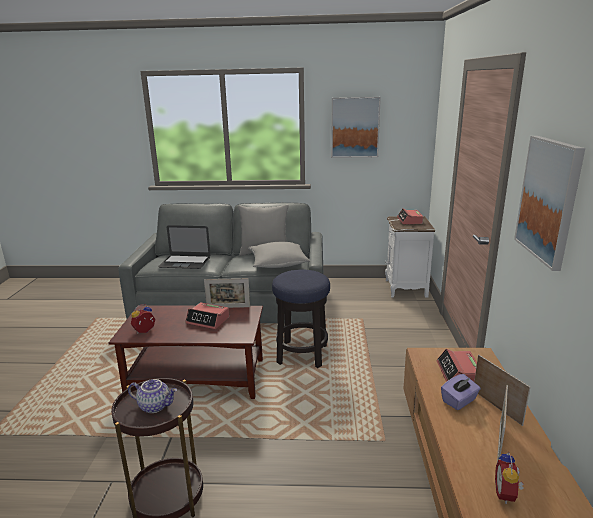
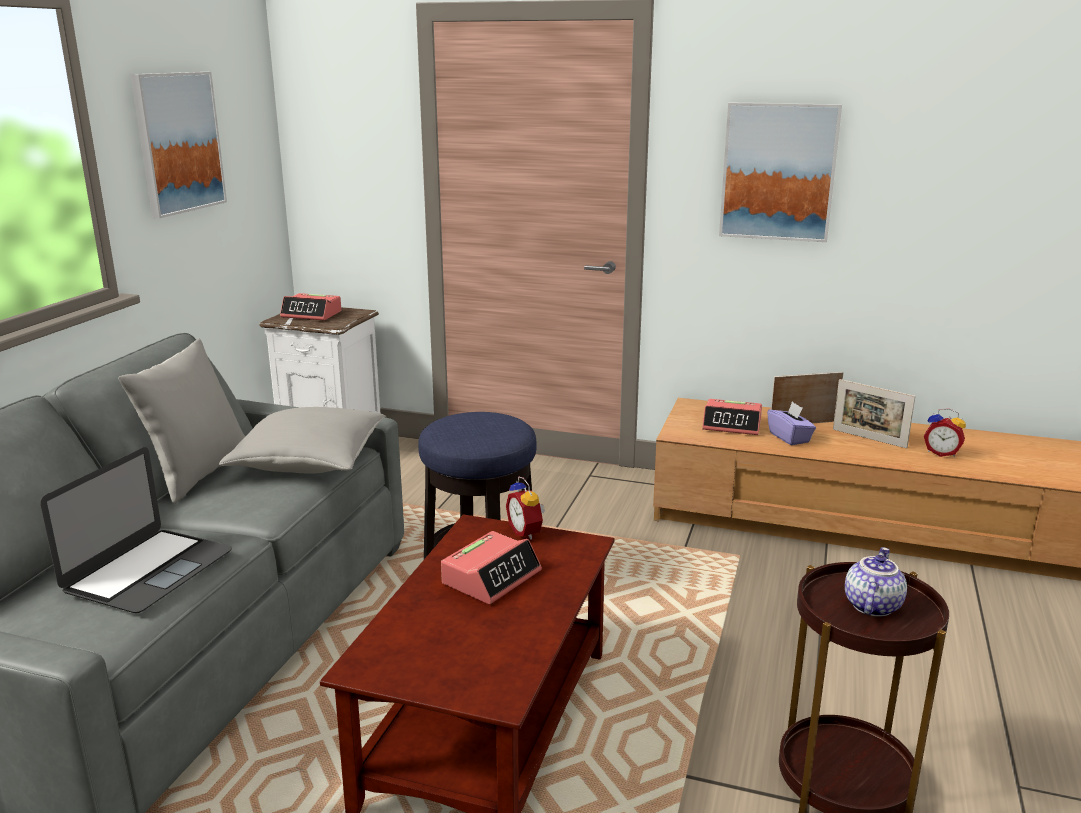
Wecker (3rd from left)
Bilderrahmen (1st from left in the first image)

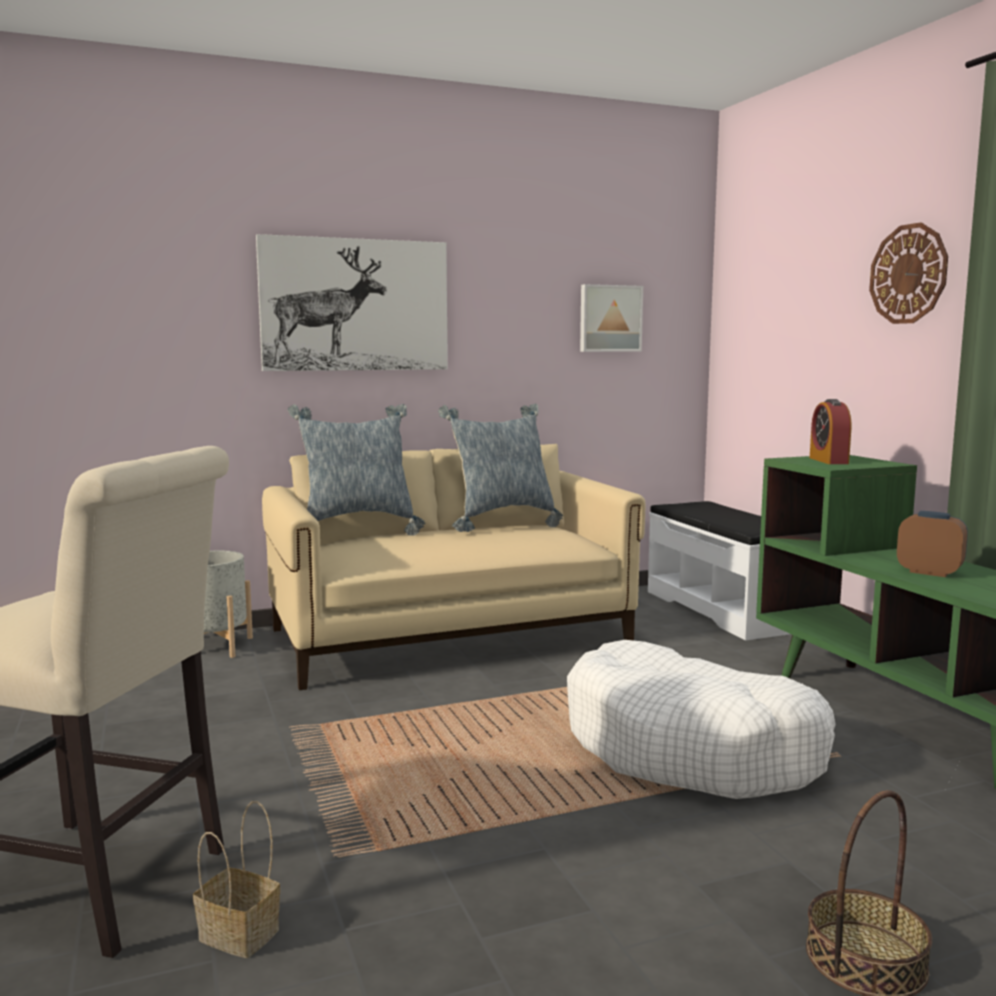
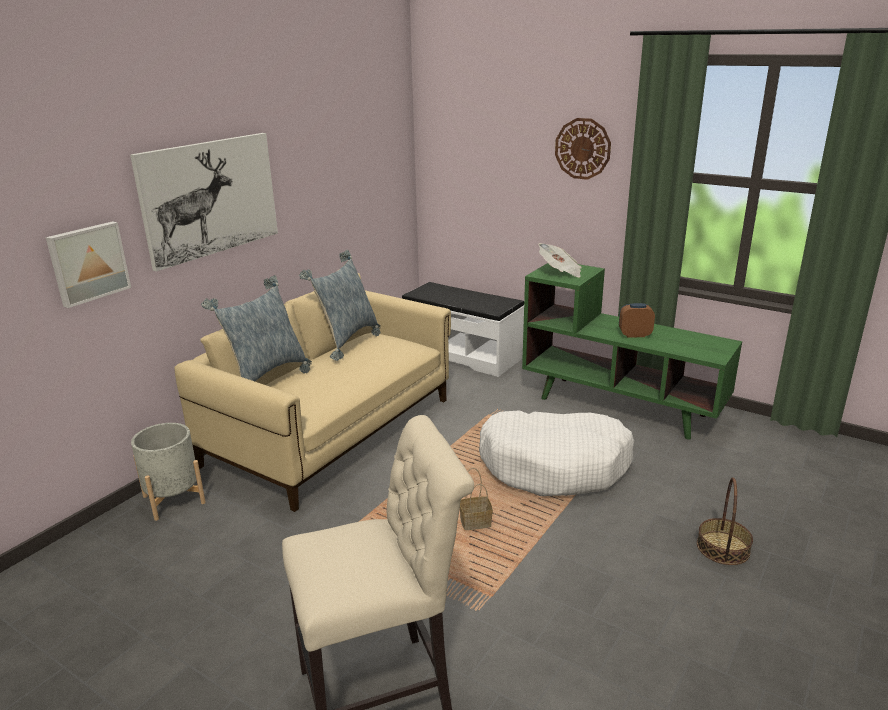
Korb (1st from left)
Bild (1st from left)
Zeitung

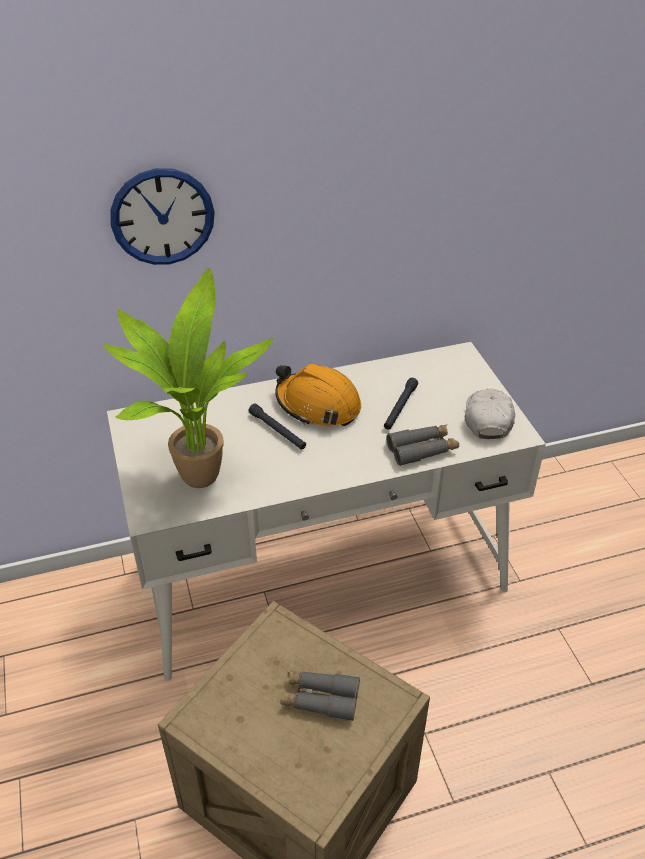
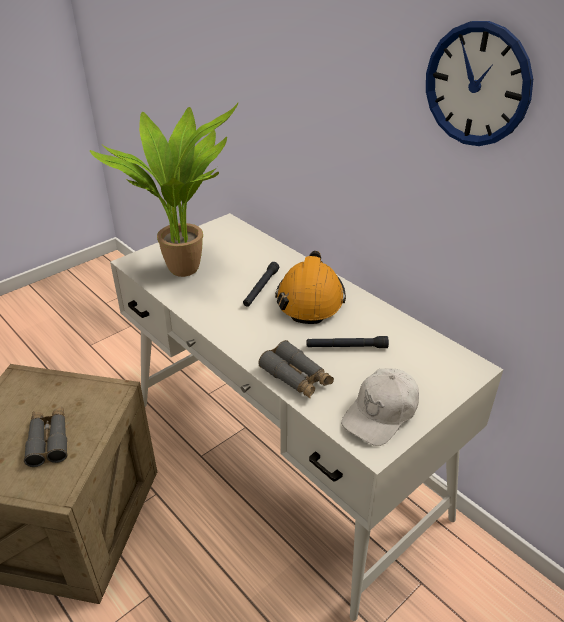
Wanduhr
Kappe/weiß

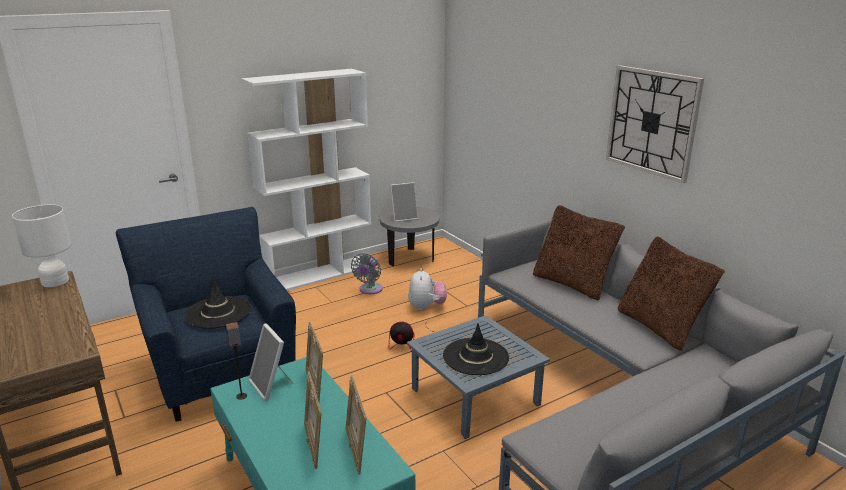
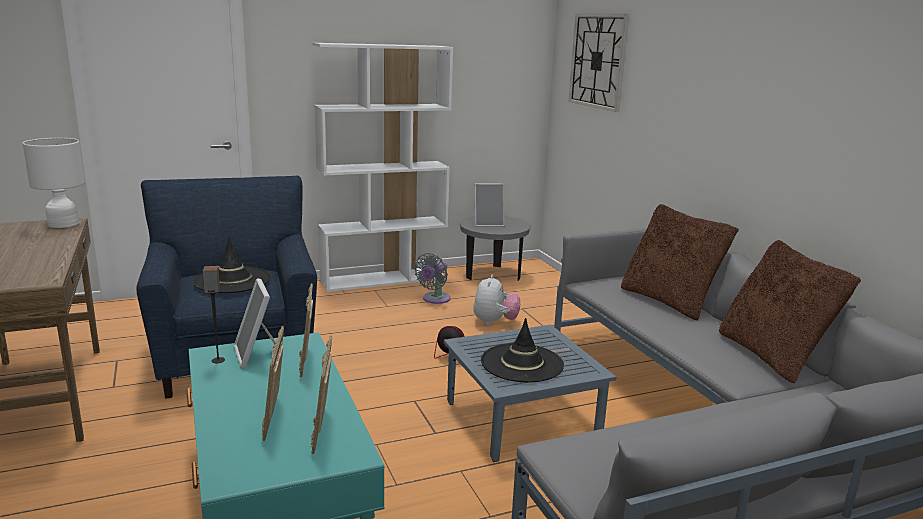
Wanduhr

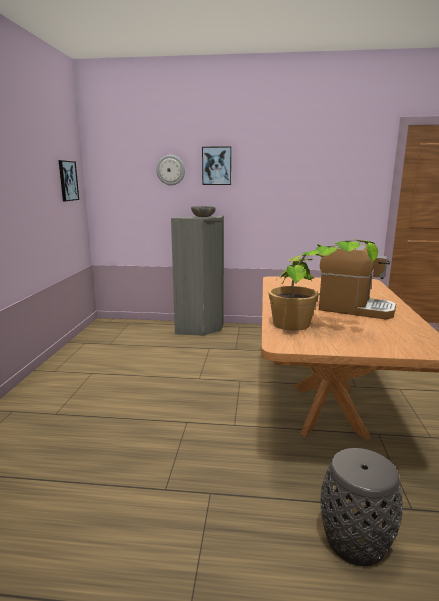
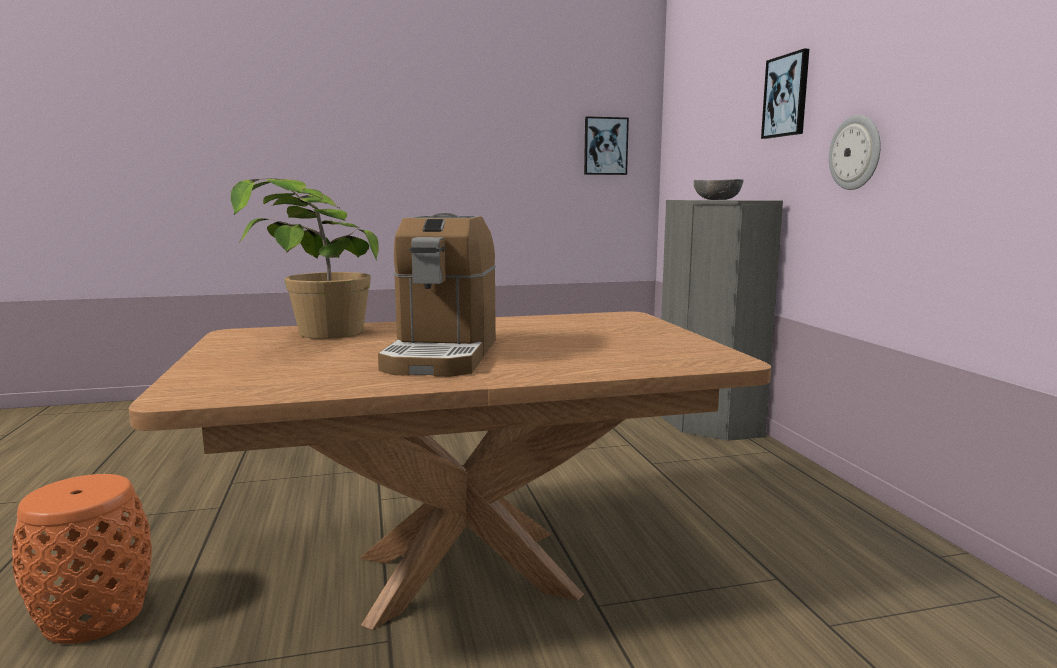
Wanduhr
Hocker/orange

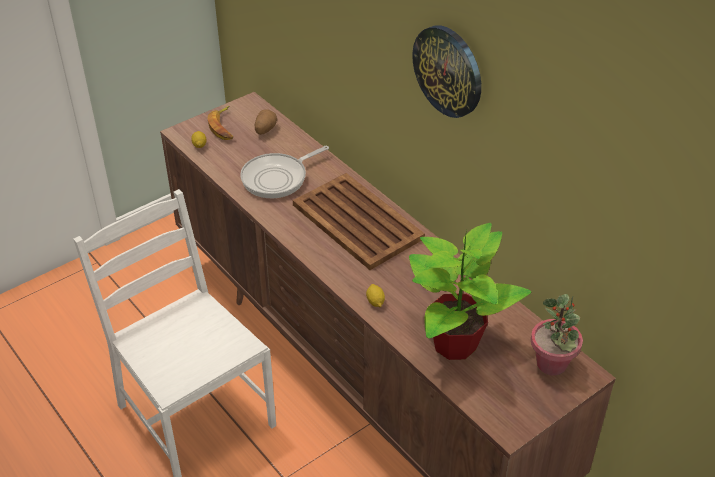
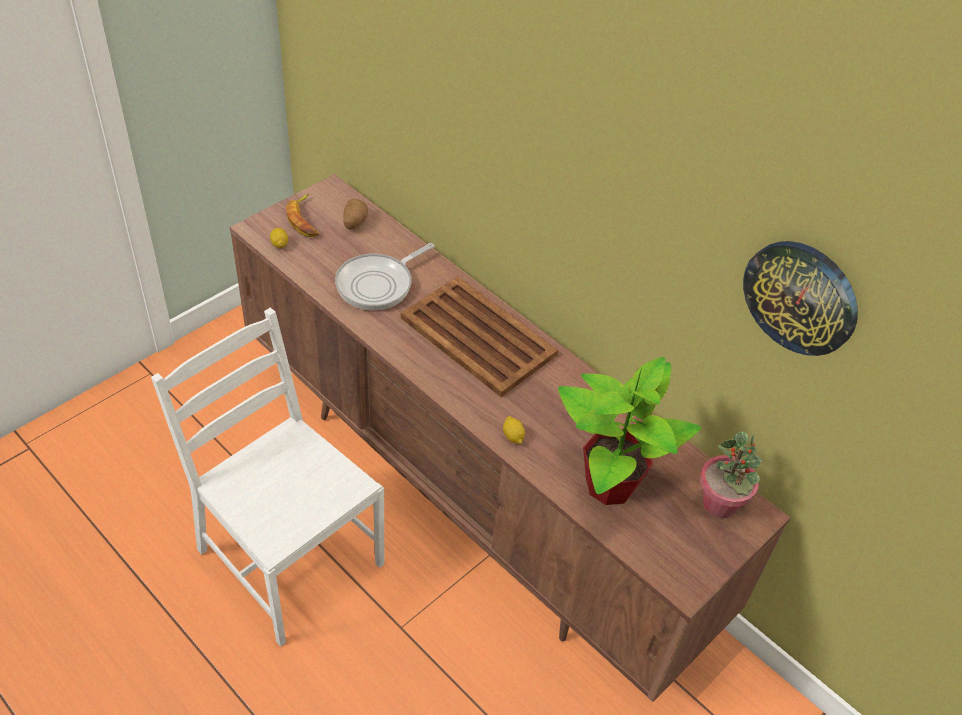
Wanduhr

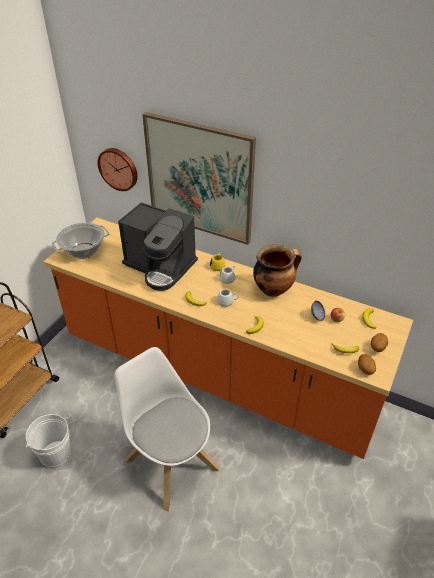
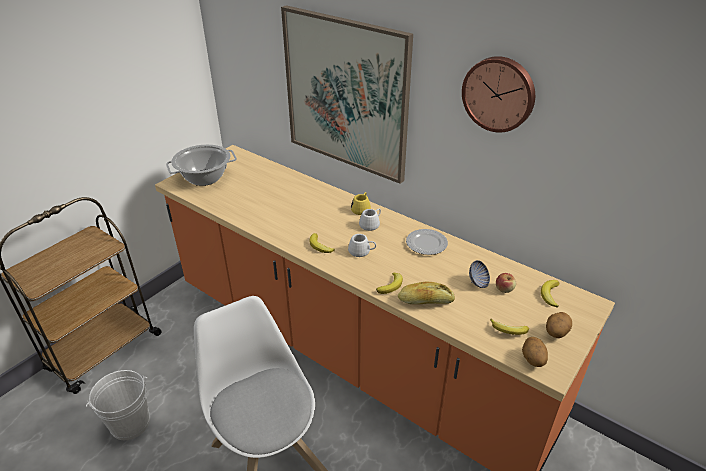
Wanduhr
Kaffeemaschine
Teller
Brot

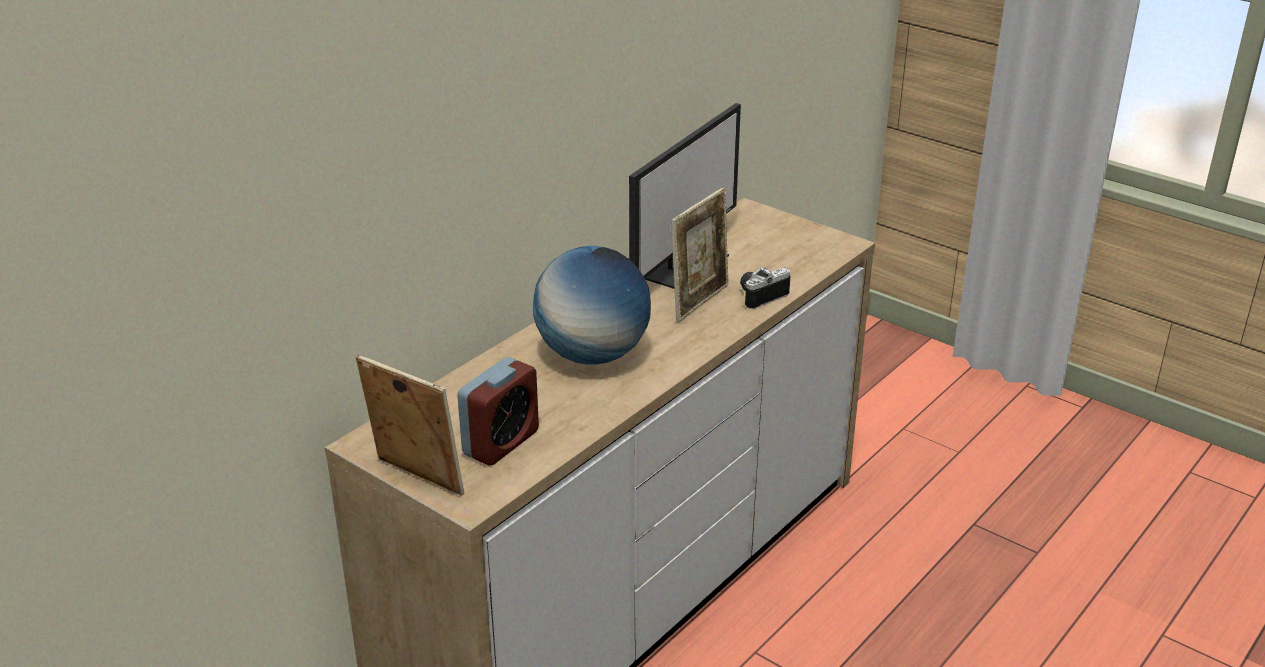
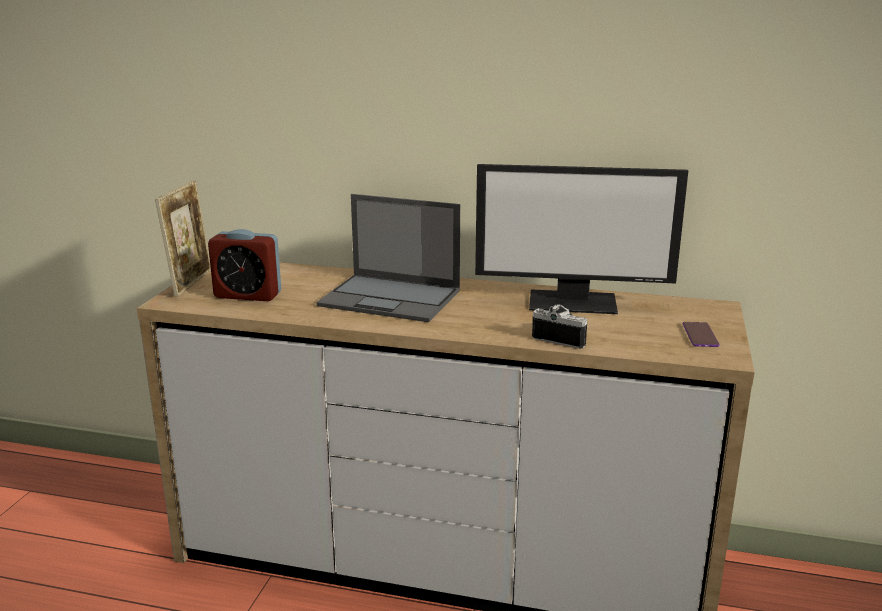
Laptop
Bilderrahmen (2nd from left in the first image)
Handy

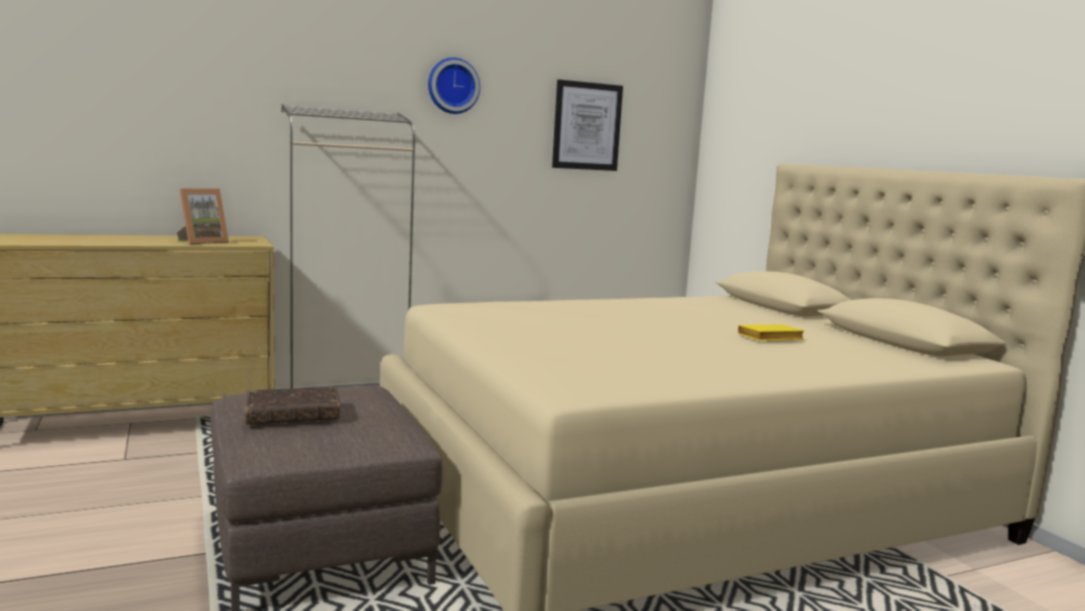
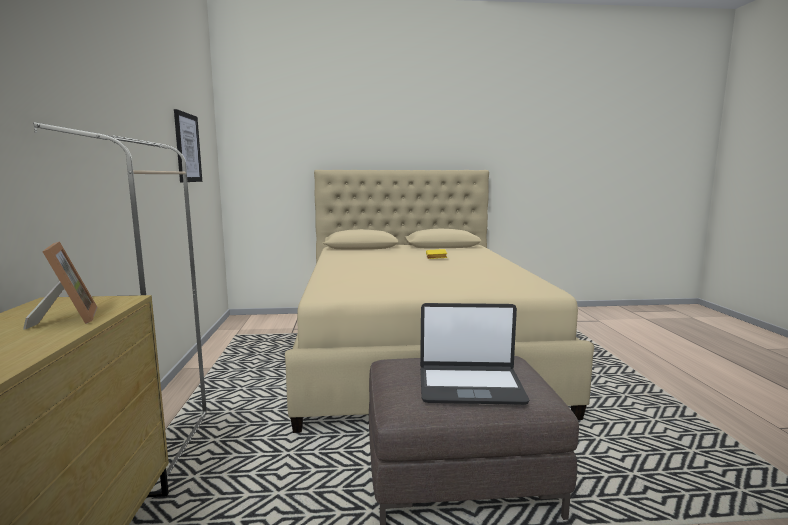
Laptop
Wanduhr

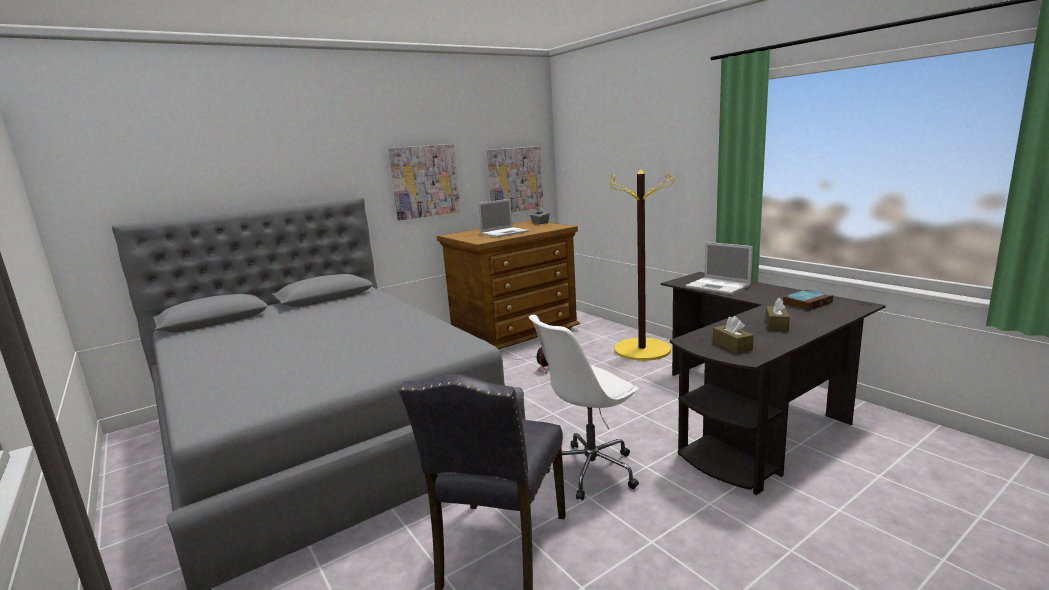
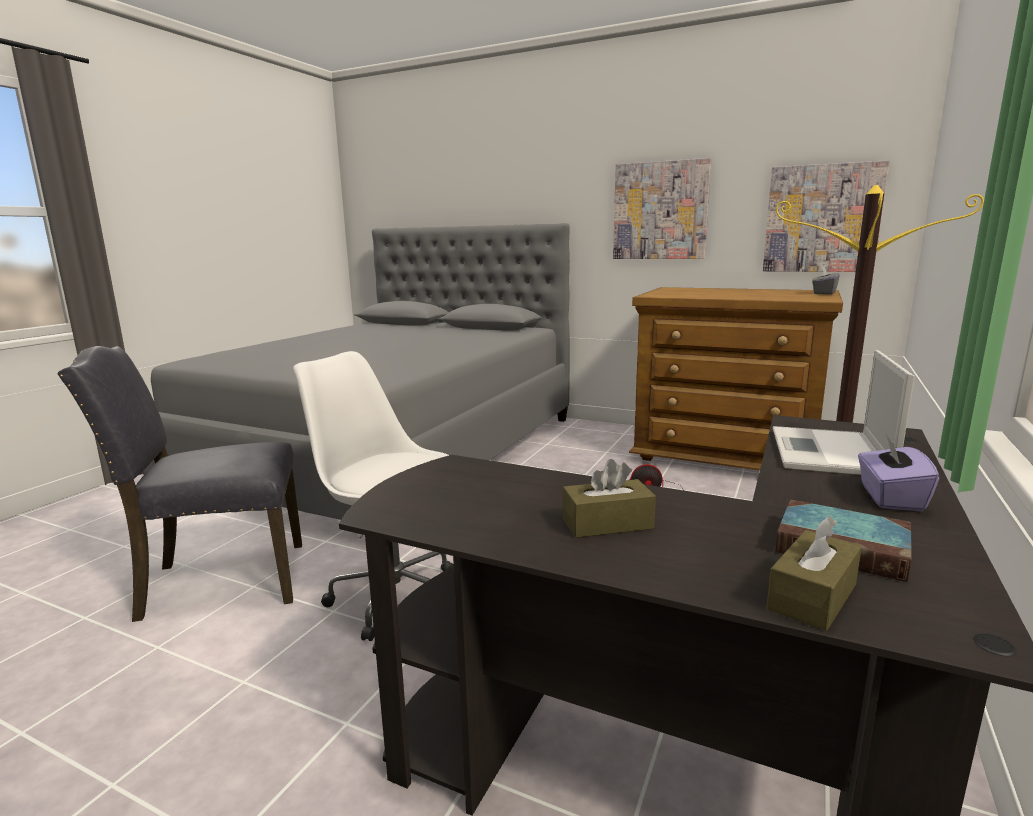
Laptop (1st from left in the first image)
Taschentuchbox/braun (2nd from left)
Taschentuchbox/lila

